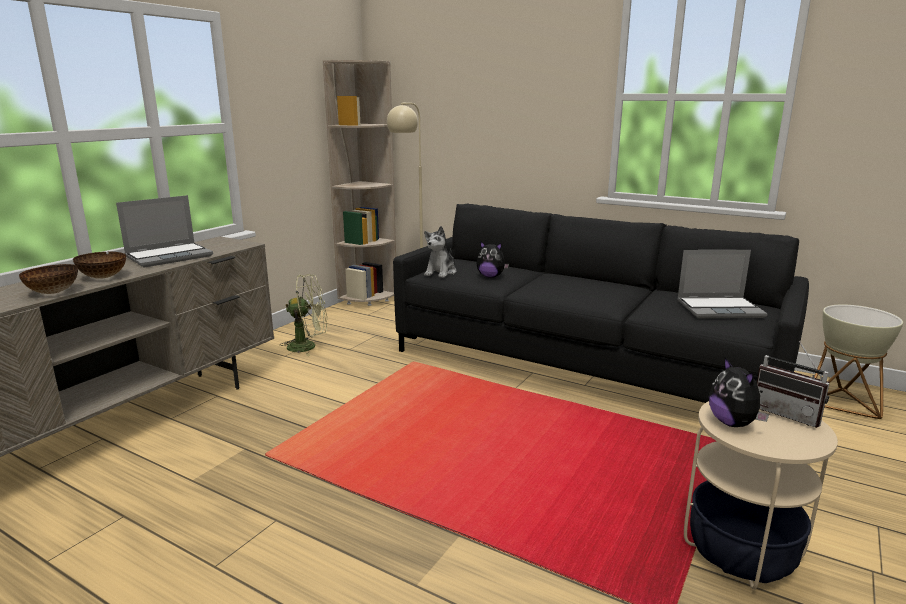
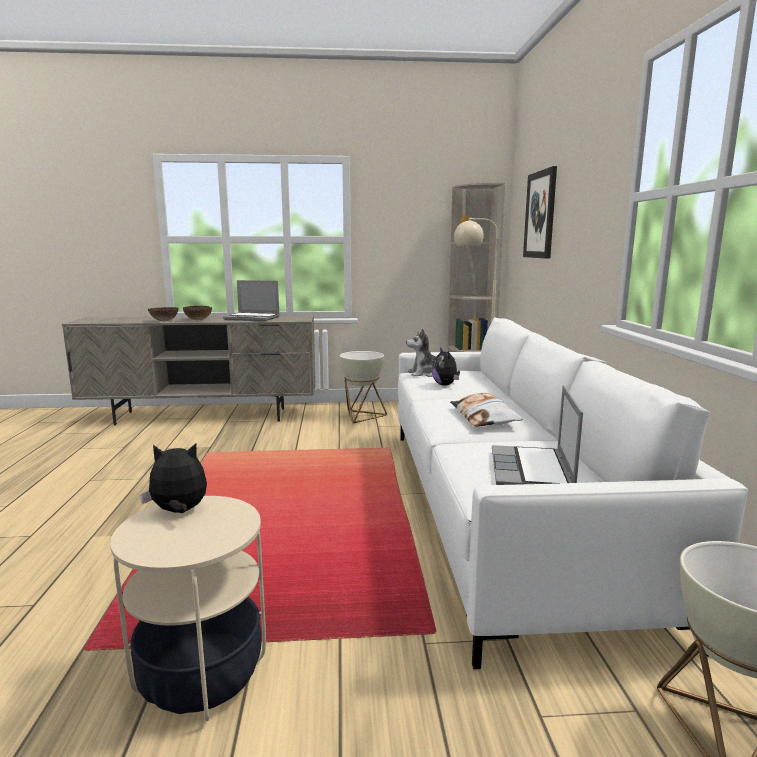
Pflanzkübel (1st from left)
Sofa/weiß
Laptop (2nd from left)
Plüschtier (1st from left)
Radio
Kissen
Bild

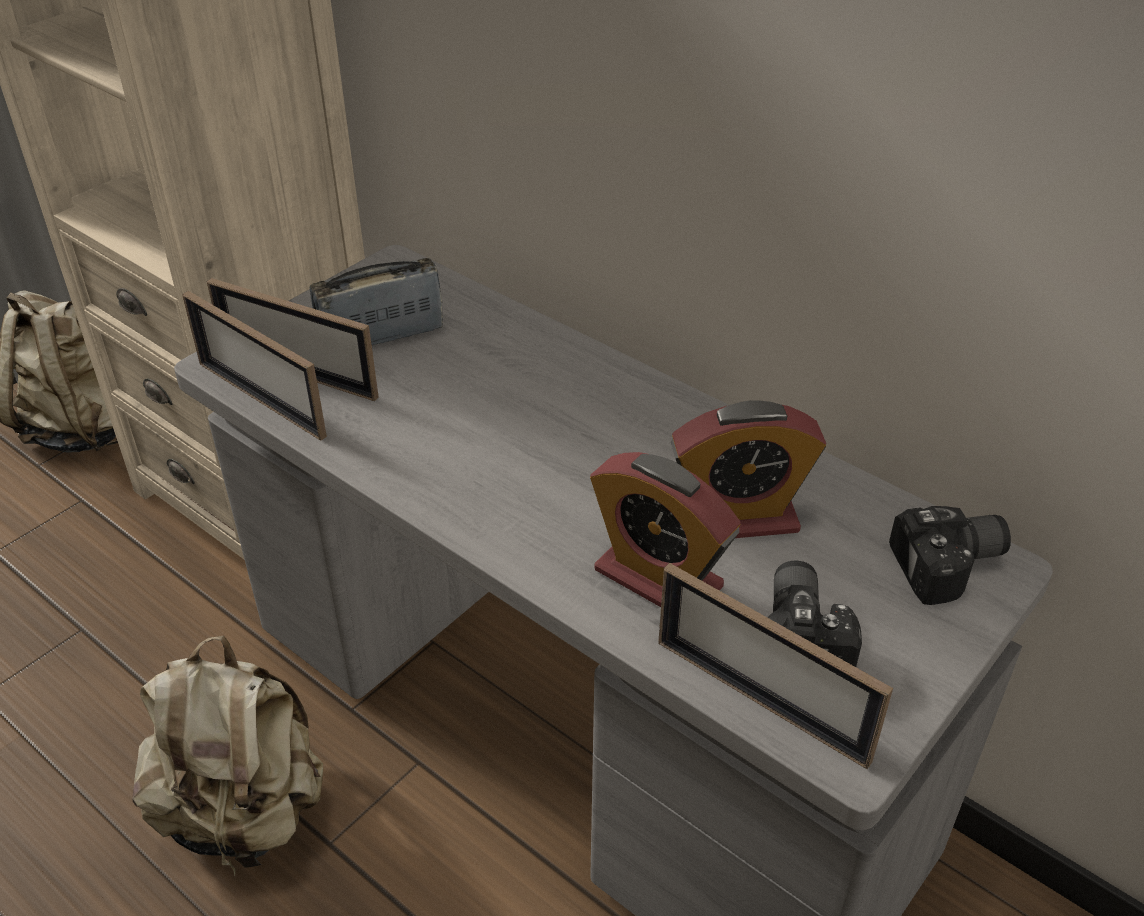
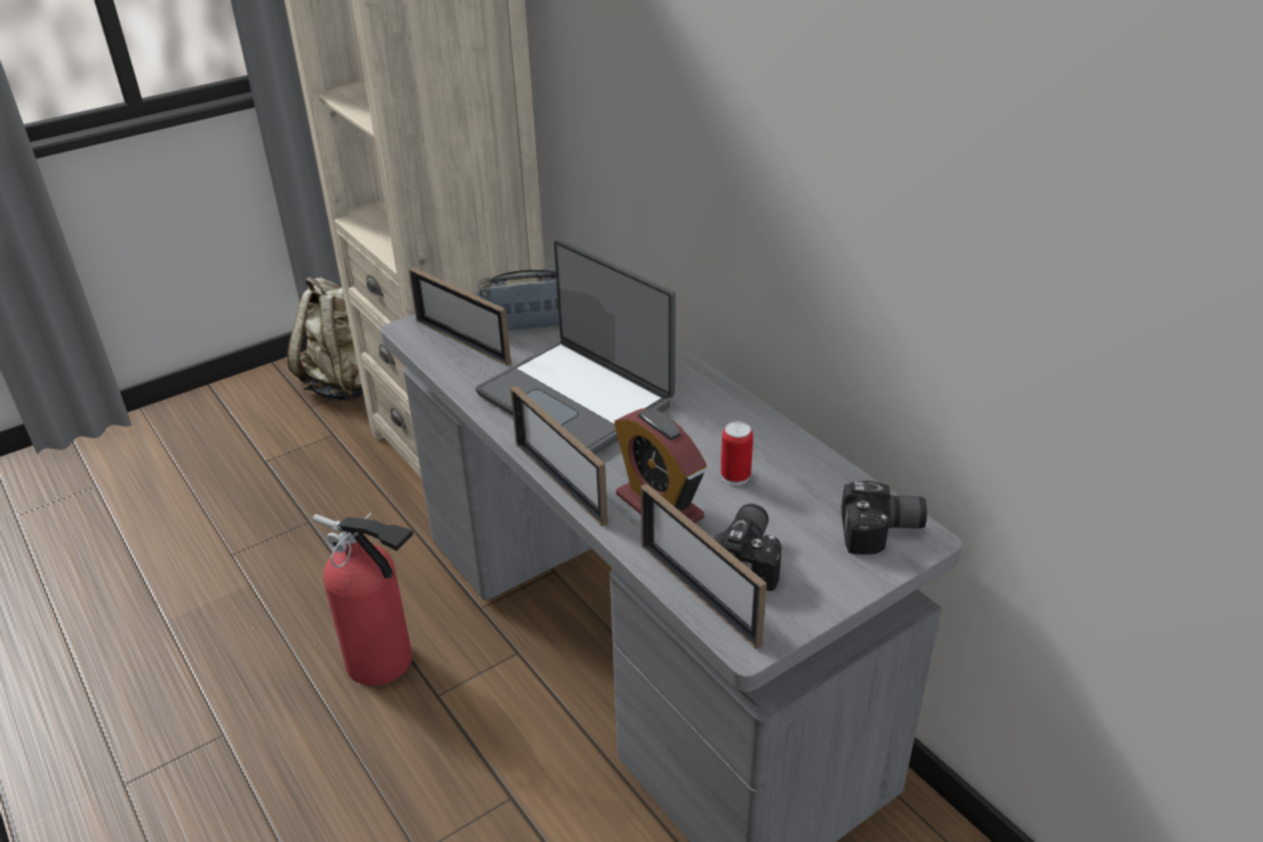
Feuerlöscher
Bilderrahmen (2nd from left)
Dose
Laptop

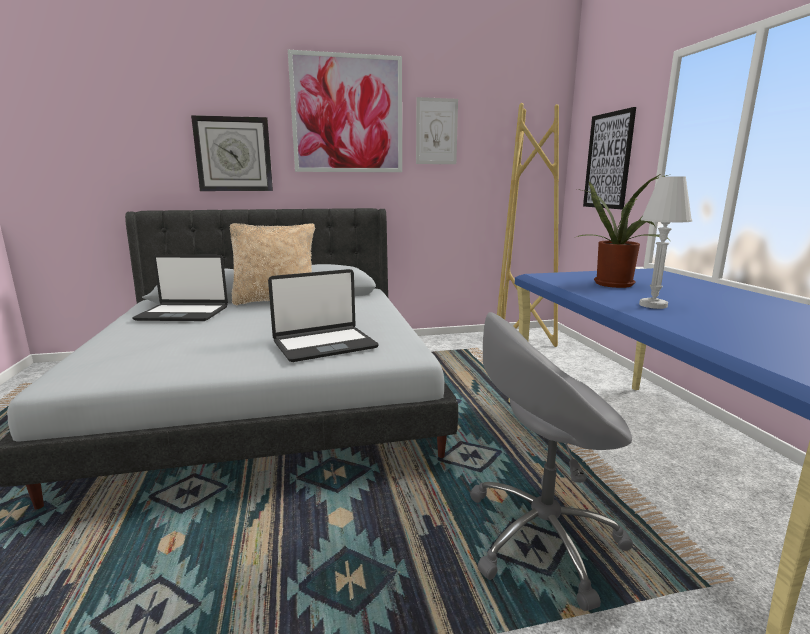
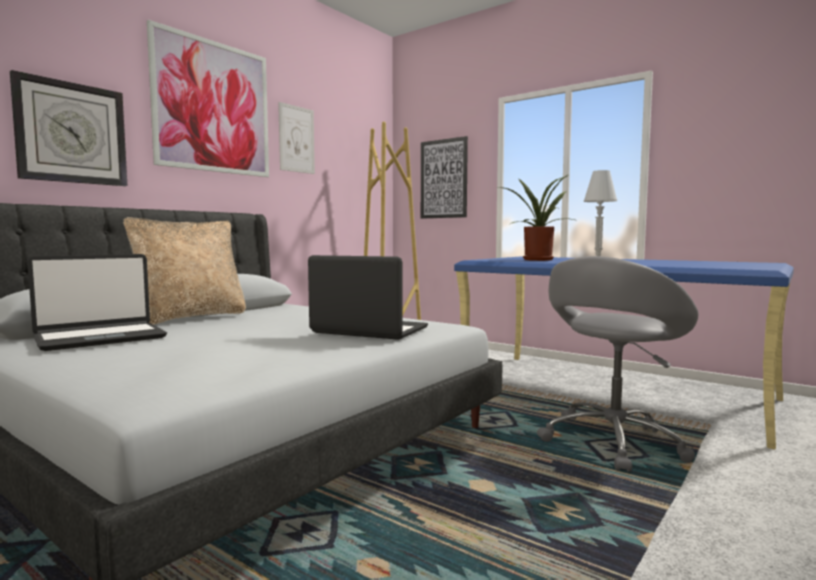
Laptop (2nd from left)

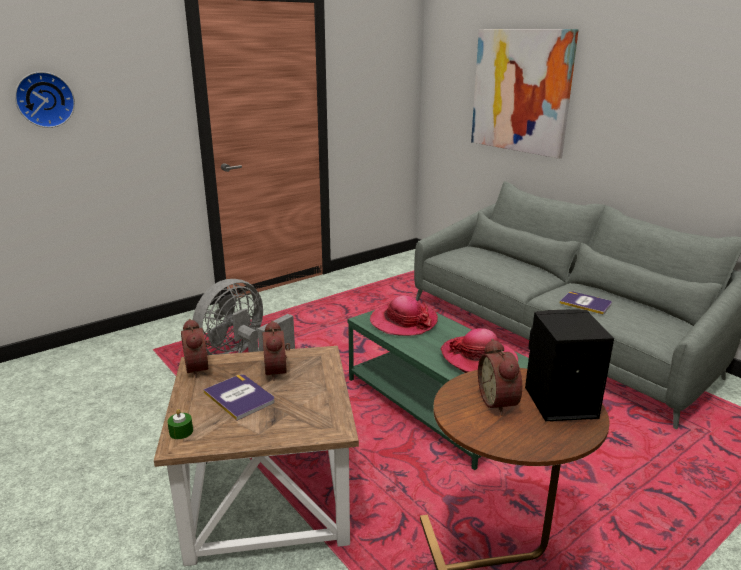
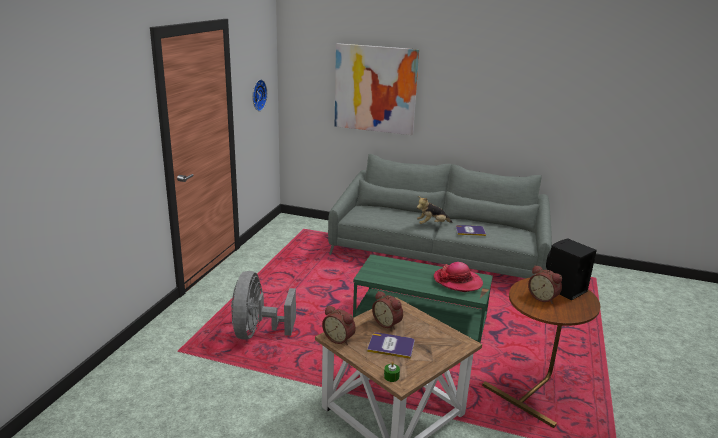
Wanduhr
Hut (1st from left in the first image)
Plüschtier

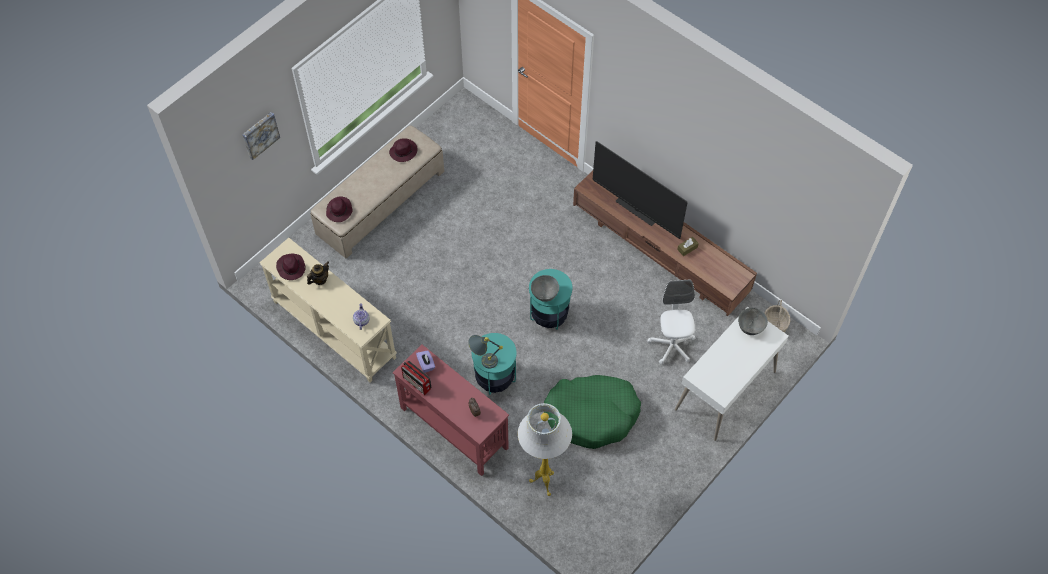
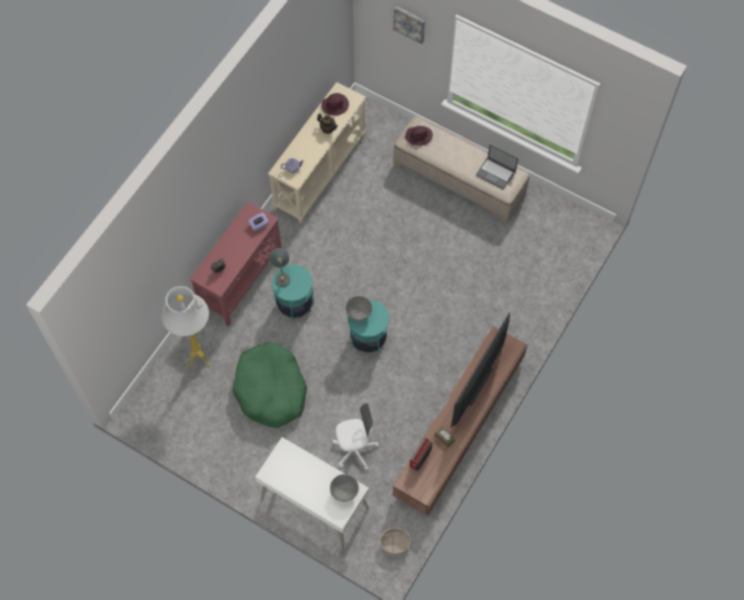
Laptop
Radio

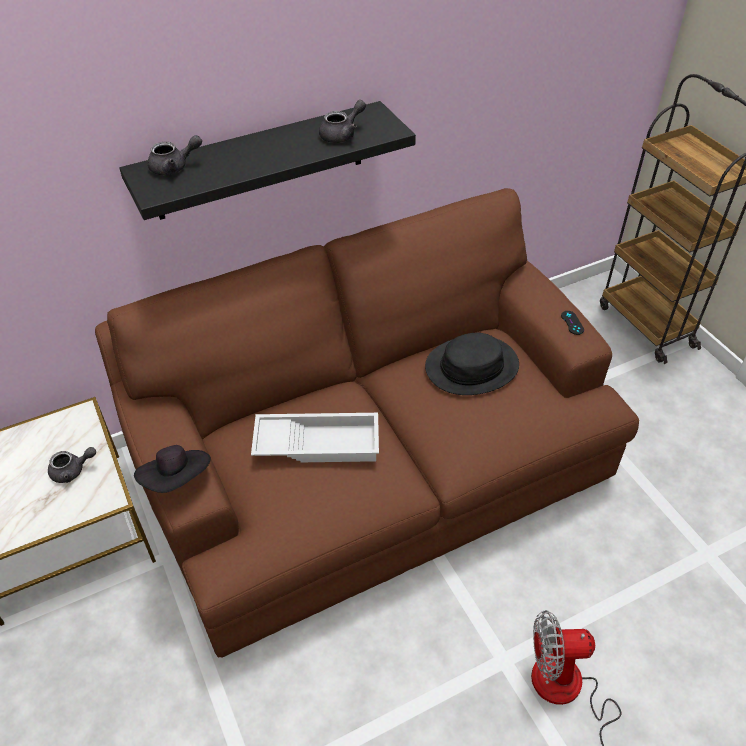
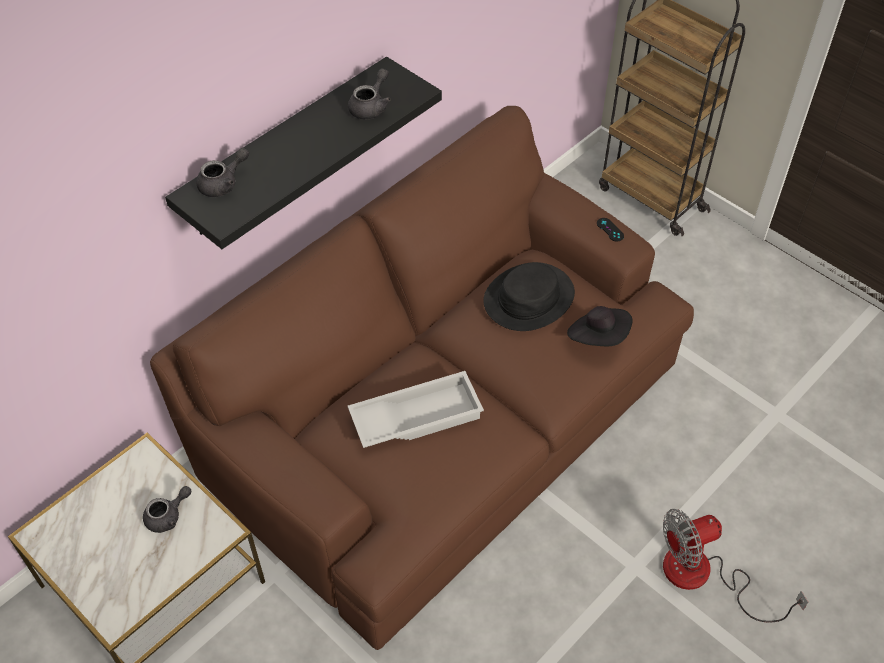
Hut/schwarz (2nd from left)

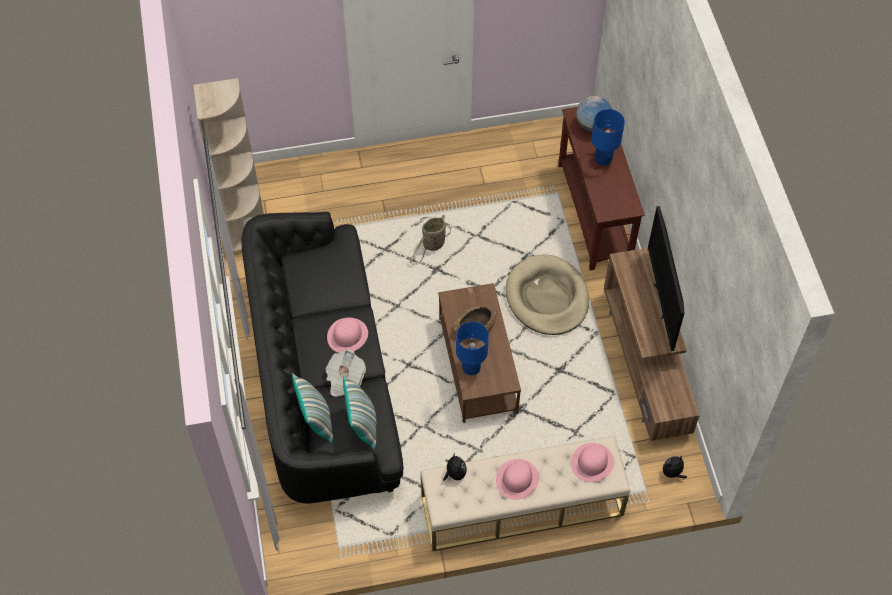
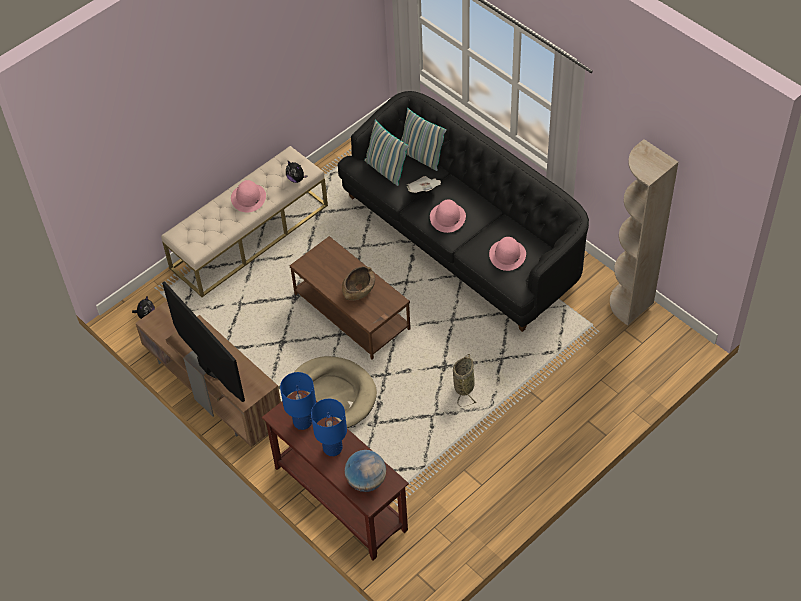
Tischlampe/blau (1st from left)
Hut/rosa (3rd from left)

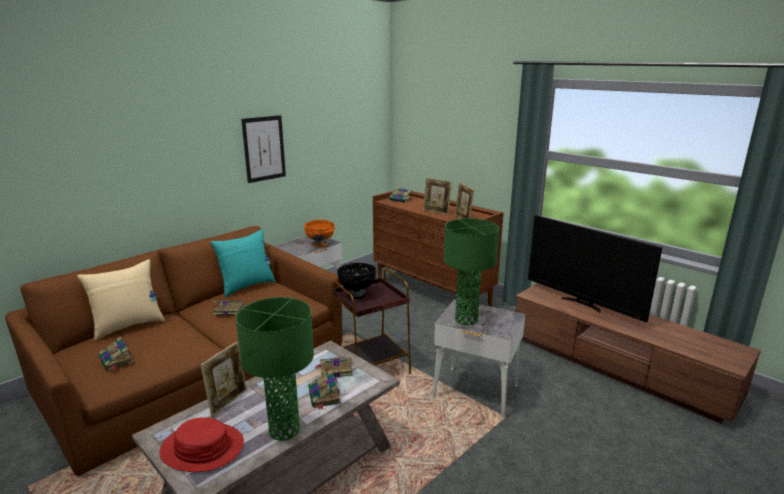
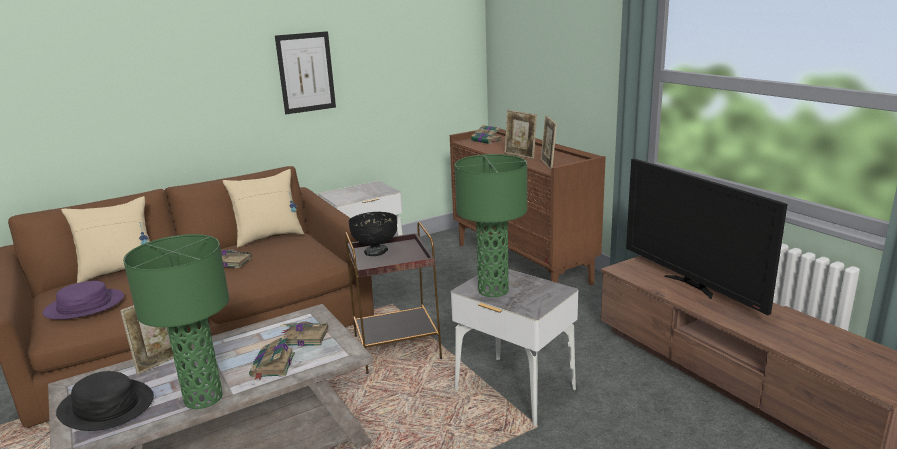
Hut/lila
Hut/schwarz
Kissen/beige (2nd from left)
Schüssel/orange

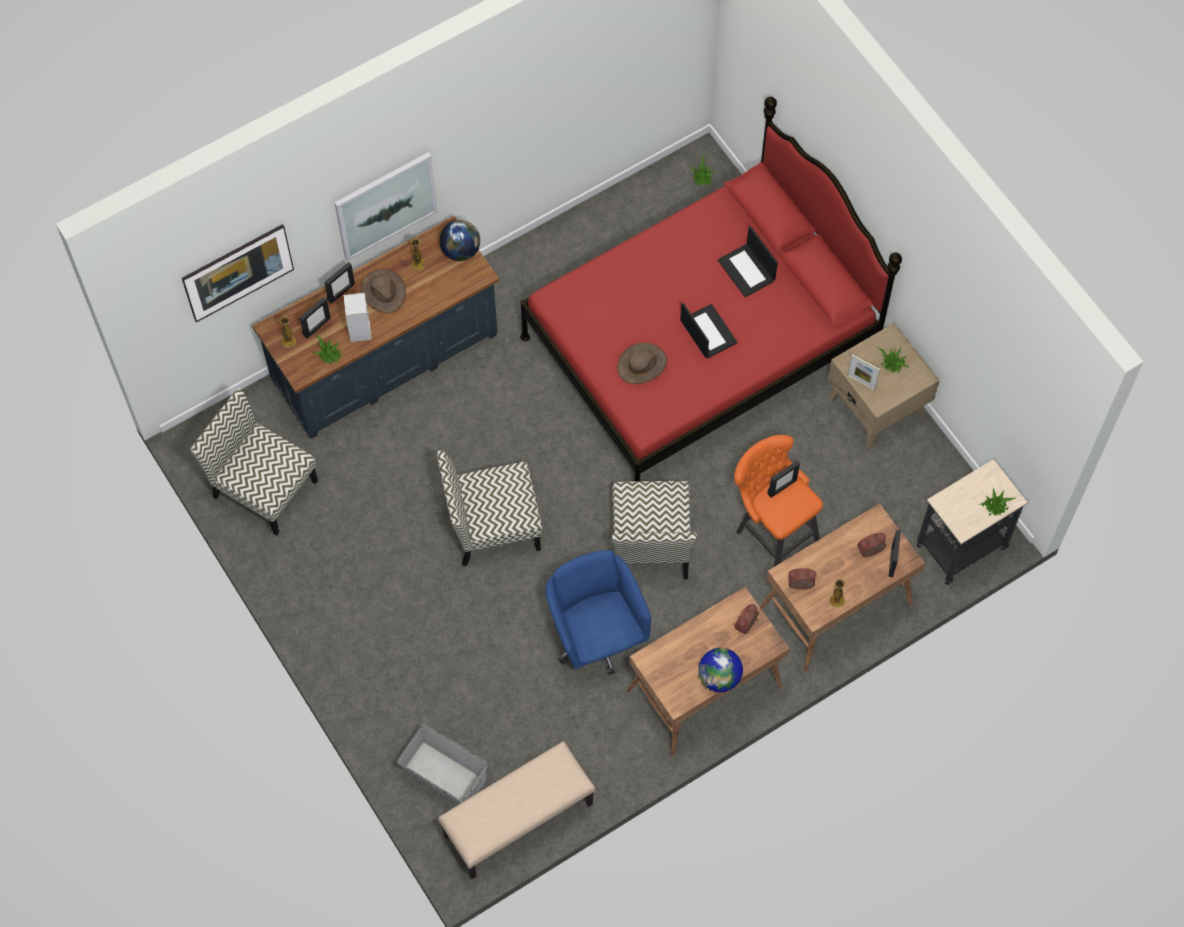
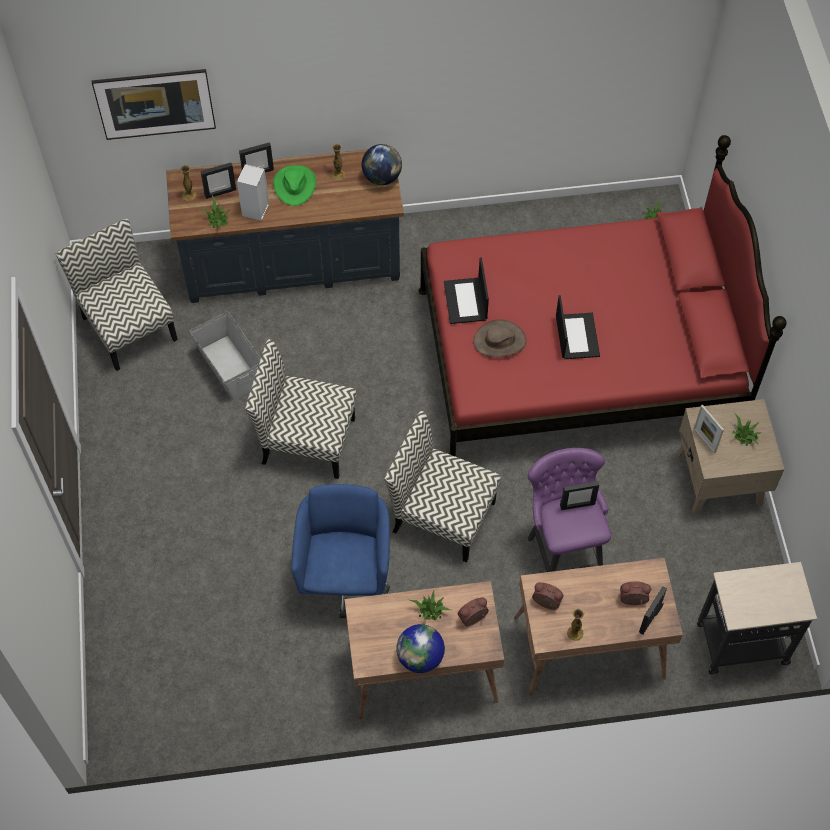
Bild (2nd from left in the first image)
Hut/grün
Aufbewahrungsbox/grau
Bank/beige
Stuhl (3rd from left)
Laptop (1st from left)
Hocker/lila
Topfpflanze (2nd from left)

